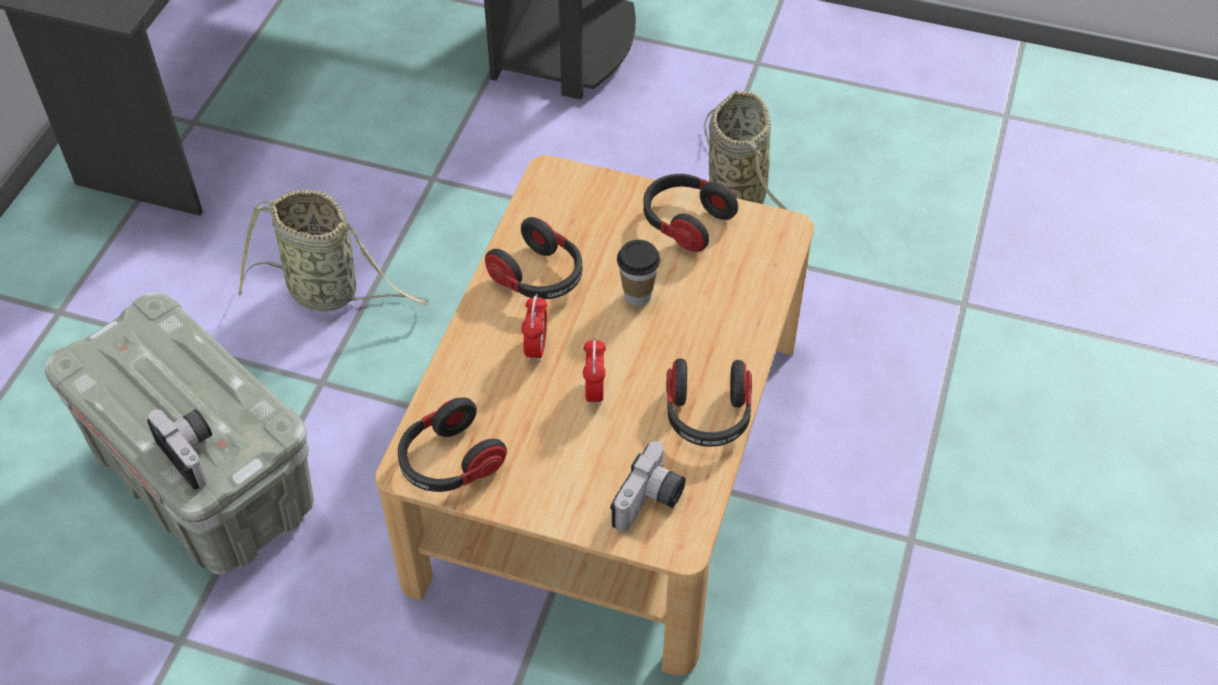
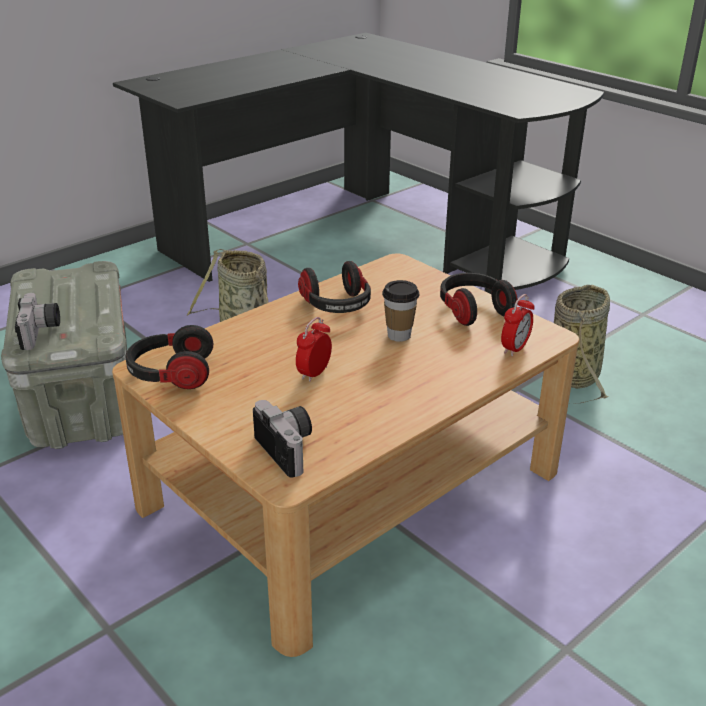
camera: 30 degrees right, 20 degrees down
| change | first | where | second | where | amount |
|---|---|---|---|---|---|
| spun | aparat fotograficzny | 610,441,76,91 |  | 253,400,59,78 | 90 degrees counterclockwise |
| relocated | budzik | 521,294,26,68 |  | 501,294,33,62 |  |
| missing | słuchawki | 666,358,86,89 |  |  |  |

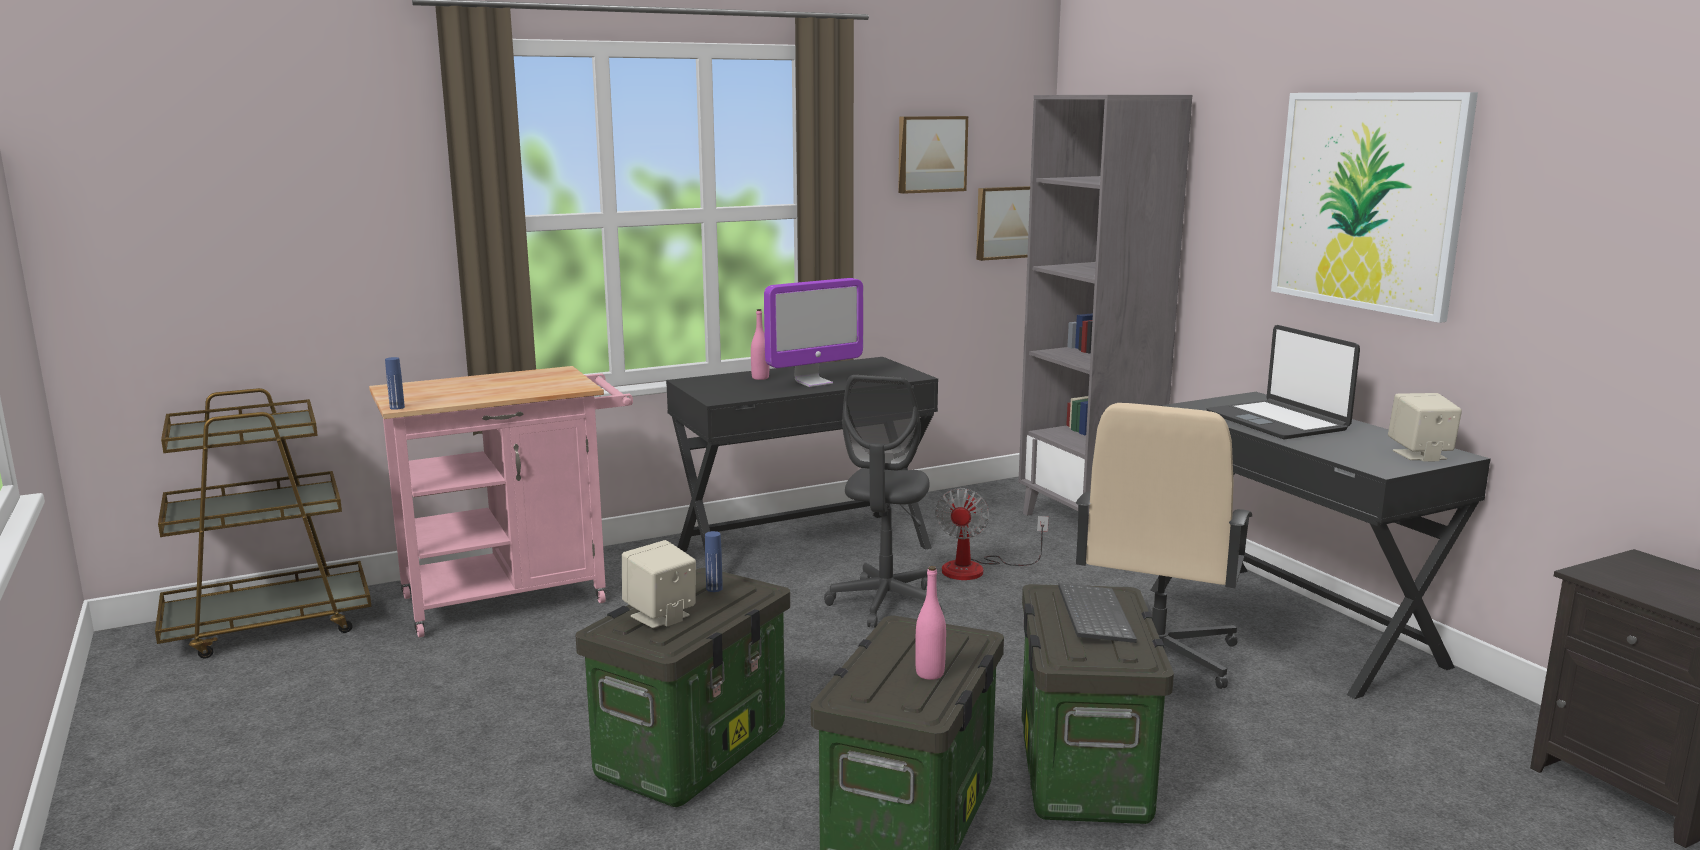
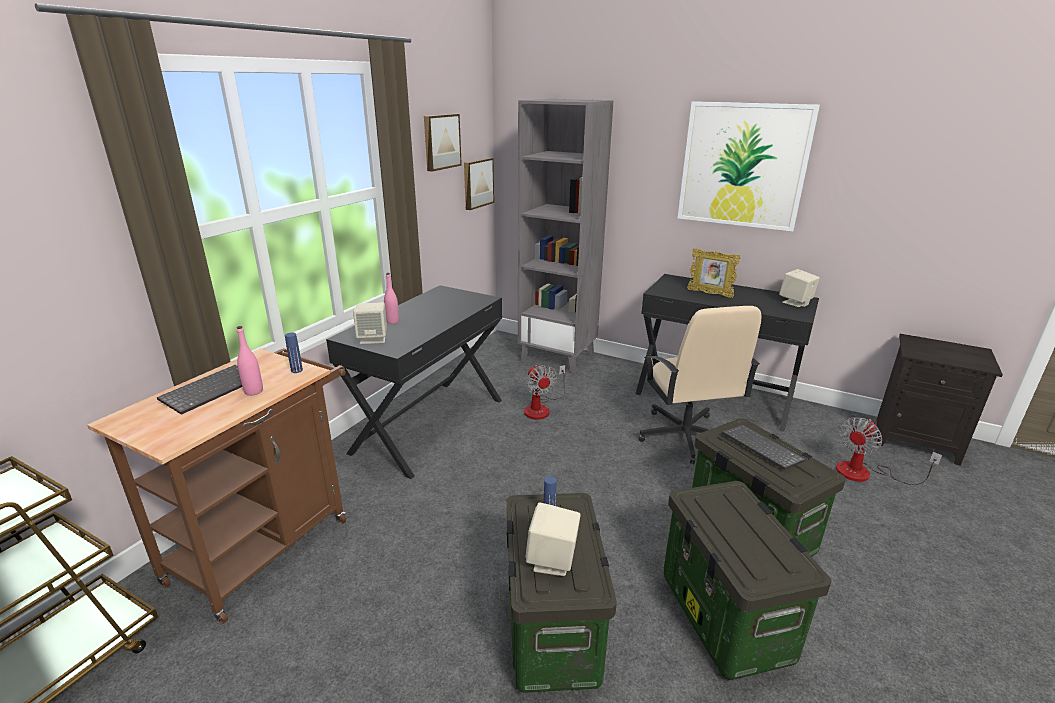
camera: 35 degrees left, 10 degrees up
| change | first | where | second | where | amount |
|---|---|---|---|---|---|
| colour | wózek [różowy] | 369,366,264,271 | wózek [brązowy] | 87,348,260,276 |  |
| appeared |  |  | klawiatura | 157,365,85,50 |  |
| relocated | butelka [różowy] | 915,566,31,114 |  | 237,326,26,70 |  |
| relocated | butelka [niebieski] | 385,357,20,53 |  | 285,333,18,40 |  |
| appeared |  |  | głośnik [beżowy] | 353,302,34,42 |  |
| exchanged | laptop | 1207,325,153,114 | ramka na zdjęcie | 687,248,54,50 |  |
| appeared |  |  | wentylator | 836,417,106,68 |  |
| missing | monitor | 764,278,99,109 |  |  |  |
| missing | krzesło biurowe [szary] | 824,375,118,253 |  |  |  |

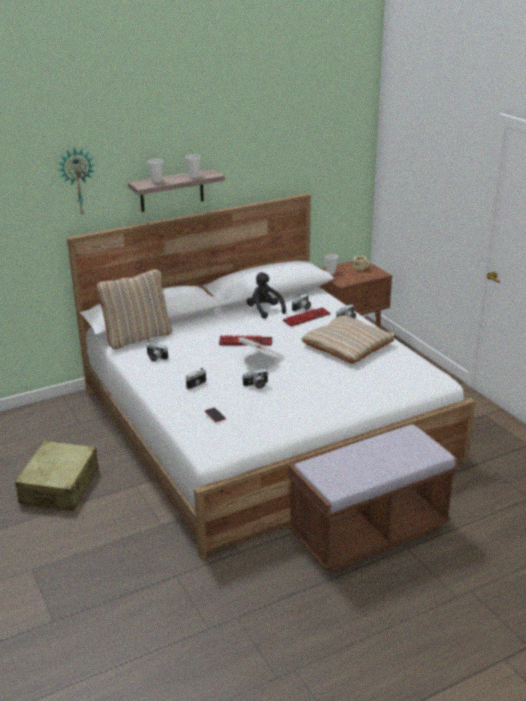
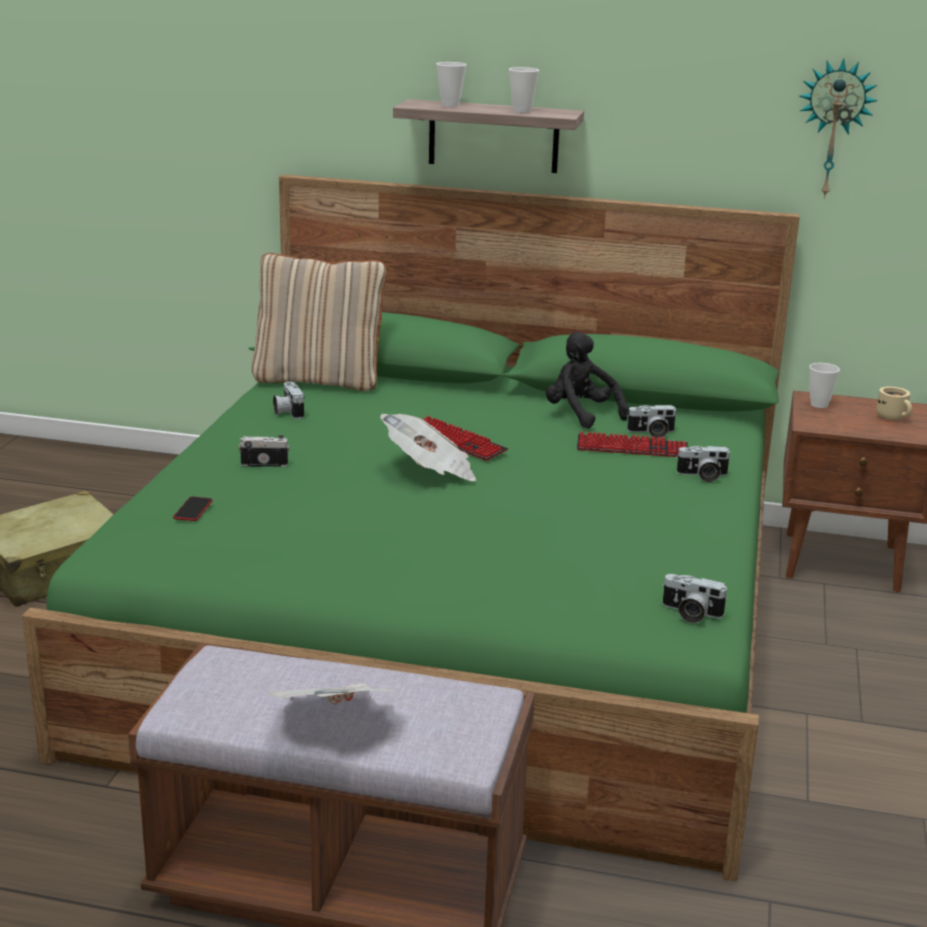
camera: 40 degrees right, 5 degrees down
| change | first | where | second | where | amount |
|---|---|---|---|---|---|
| colour | łóżko [biały] | 67,193,408,366 | łóżko [zielony] | 22,174,778,707 |  |
| appeared |  |  | gazeta | 268,683,131,21 |  |
| spun | pluszak [czarny] | 247,272,39,47 |  | 546,331,83,97 | 45 degrees counterclockwise |
| relocated | aparat fotograficzny | 242,369,26,20 |  | 662,574,66,49 |  |
| relocated | zegar ścienny | 58,147,38,70 |  | 799,58,79,141 |  |
| missing | poduszka [beżowy] | 302,315,92,49 |  |  |  |

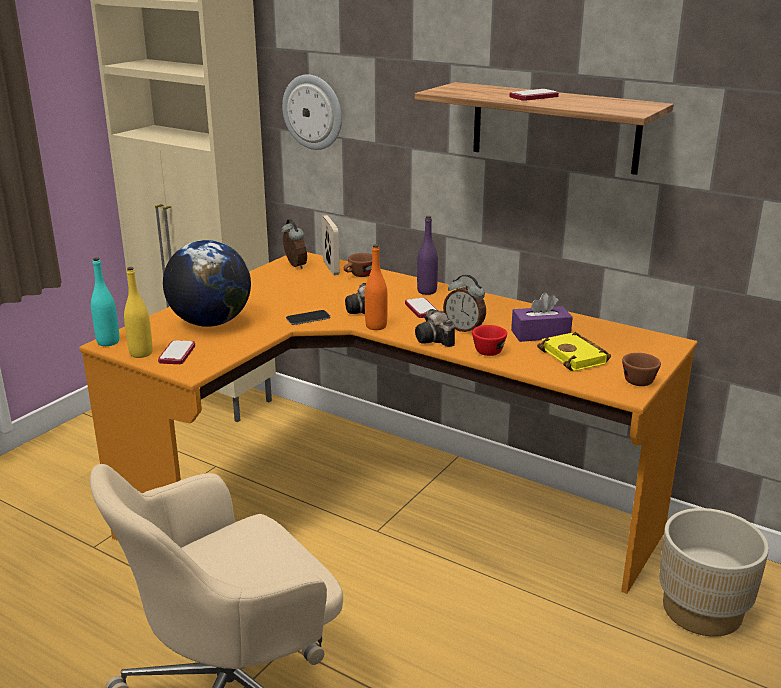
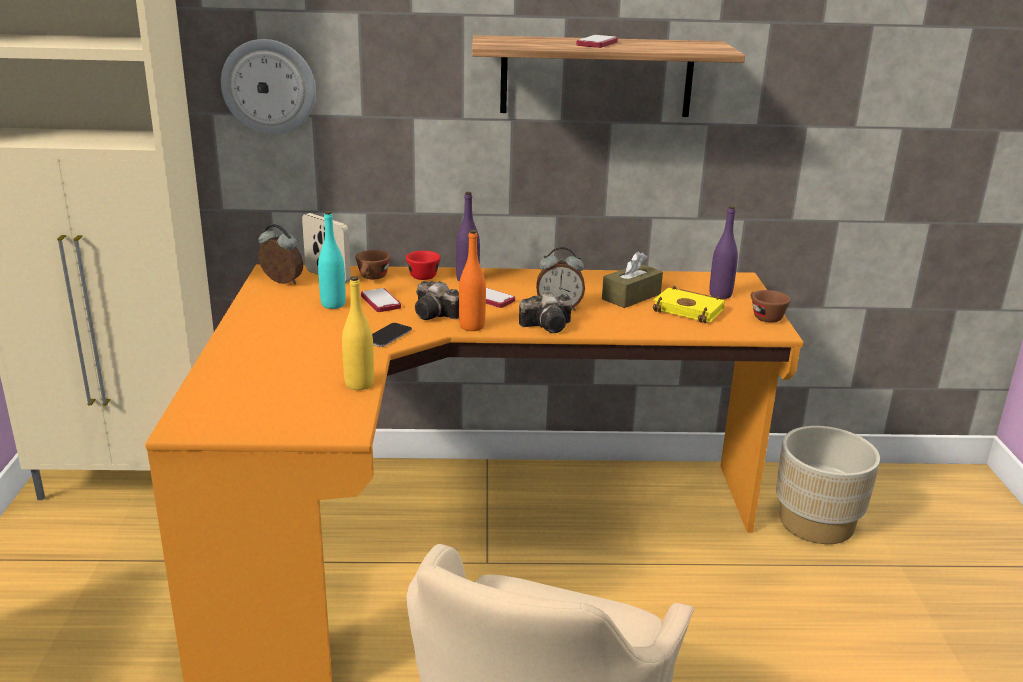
camera: 35 degrees left, 0 degrees up
| change | first | where | second | where | amount |
|---|---|---|---|---|---|
| relocated | butelka [turkusowy] | 91,257,28,89 |  | 318,211,28,98 |  |
| relocated | butelka [żółty] | 124,267,29,91 |  | 342,276,32,114 |  |
| relocated | telefon | 158,340,37,24 |  | 361,288,40,24 |  |
| relocated | filiżanka [czerwony] | 472,325,35,31 |  | 406,251,34,29 |  |
| spun | aparat fotograficzny | 415,309,40,38 |  | 519,292,53,41 | 45 degrees counterclockwise |
| colour | pudełko chusteczek [fioletowy] | 511,293,62,49 | pudełko chusteczek [brązowy] | 602,251,61,57 |  |
| appeared |  |  | butelka [fioletowy] | 709,206,29,93 |  |
| missing | globus | 163,240,88,87 |  |  |  |

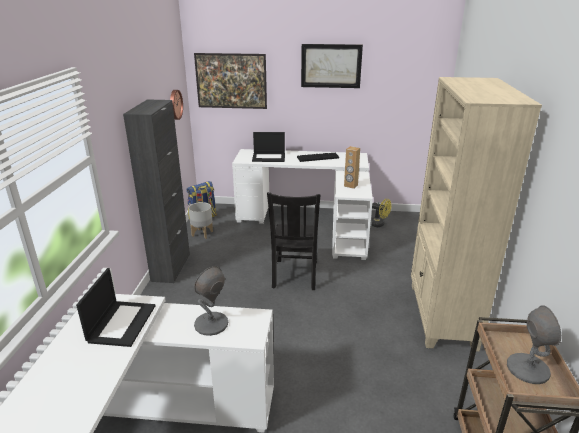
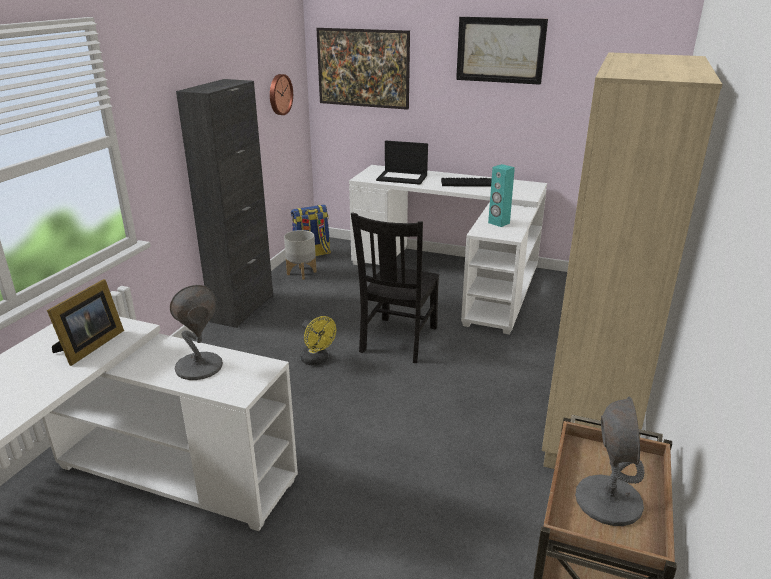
camera: 15 degrees right, 0 degrees up
| change | first | where | second | where | amount |
|---|---|---|---|---|---|
| exchanged | laptop | 76,268,79,79 | ramka na zdjęcie | 47,279,77,87 |  |
| relocated | wentylator [żółty] | 370,199,21,28 |  | 300,316,36,49 |  |
| colour | głośnik [brązowy] | 344,146,16,43 | głośnik [turkusowy] | 488,164,27,63 |  |

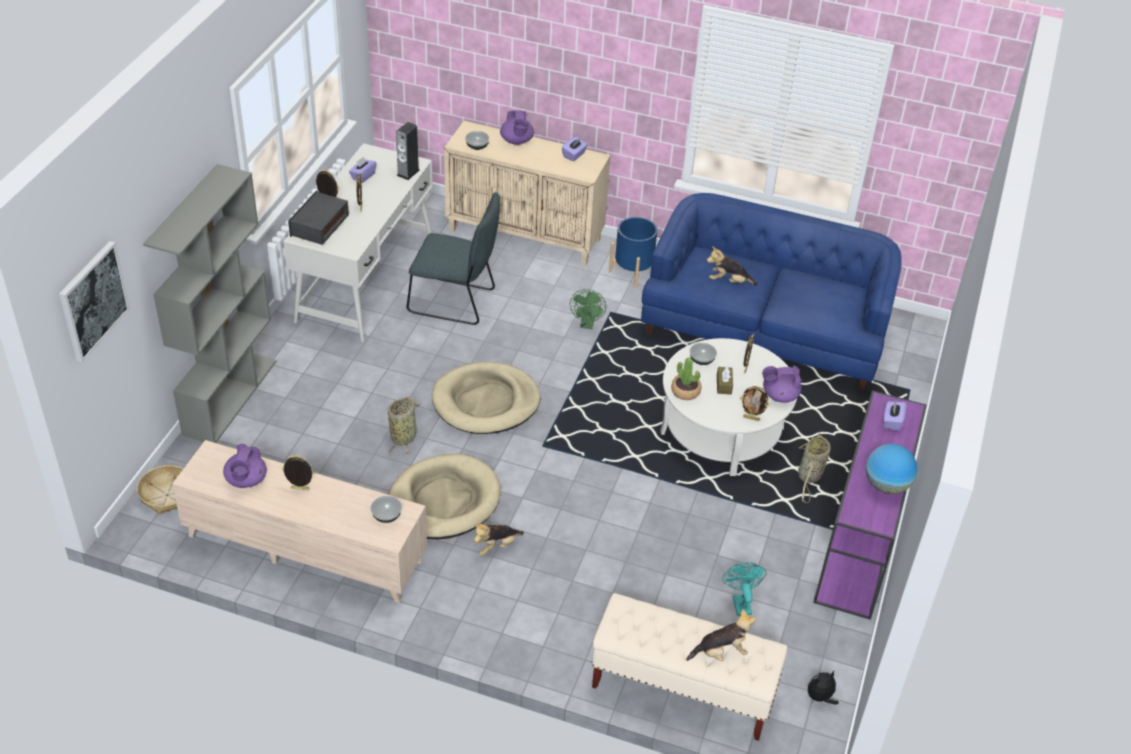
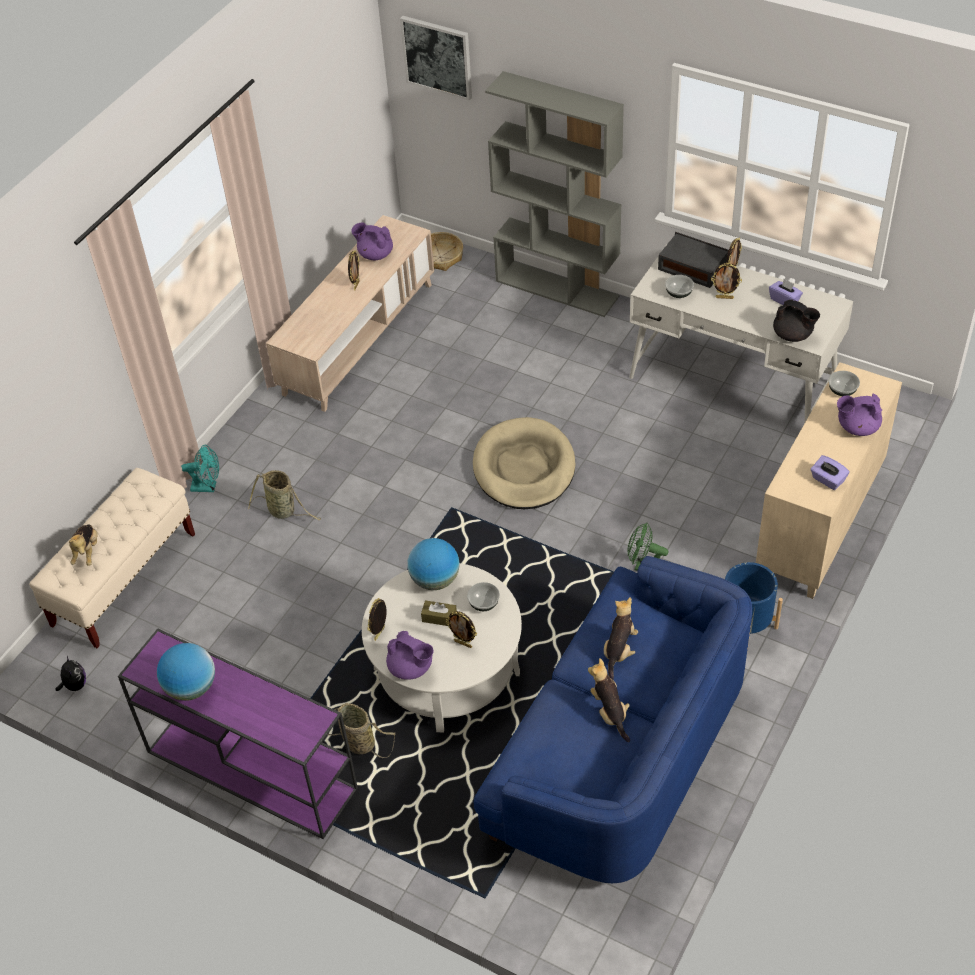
camera: 105 degrees right, 5 degrees up
| change | first | where | second | where | amount |
|---|---|---|---|---|---|
| relocated | wentylator [turkusowy] | 722,562,45,54 |  | 181,445,38,47 |  |
| relocated | koszyk | 388,397,33,59 |  | 248,470,73,50 |  |
| spun | imbryk [fioletowy] | 762,366,39,37 |  | 386,631,48,49 | 120 degrees clockwise |
| exchanged | roślina doniczkowa | 671,358,31,42 | globus | 407,538,52,52 |  |
| relocated | pluszak | 474,524,50,32 |  | 588,658,42,84 |  |
| relocated | miska | 371,496,31,27 |  | 665,275,29,23 |  |
| exchanged | głośnik | 396,122,24,58 | imbryk [czarny] | 773,299,47,43 |  |
| missing | legowisko [beżowy] | 388,454,113,85 |  |  |  |
| missing | krzesło [szary] | 407,192,93,133 |  |  |  |
| missing | pudełko chusteczek [fioletowy] | 884,401,23,30 |  |  |  |

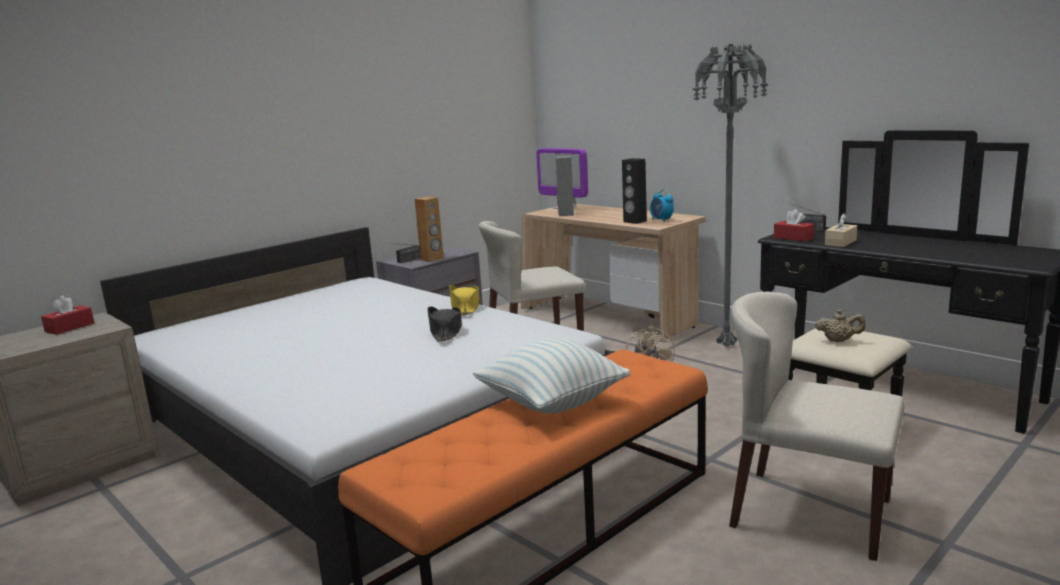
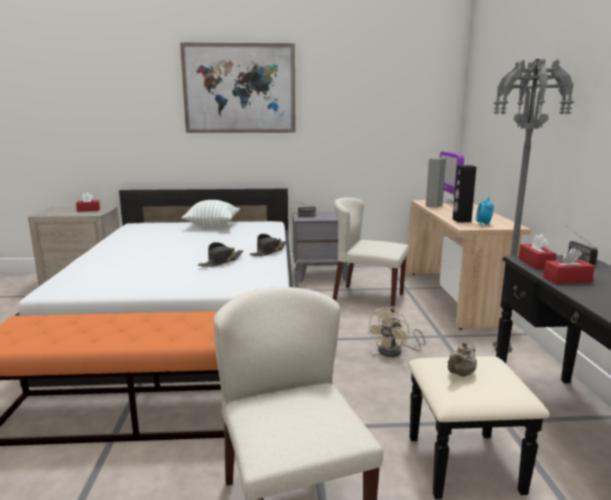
camera: 40 degrees right, 0 degrees up
| change | first | where | second | where | amount |
|---|---|---|---|---|---|
| appeared |  |  | obraz | 180,42,115,91 |  |
| relocated | poduszka | 473,339,158,74 |  | 182,200,58,28 |  |
| colour | kapelusz [żółty] | 449,285,31,30 | kapelusz [czarny] | 250,234,37,22 |  |
| spun | imbryk [beżowy] | 815,309,51,33 |  | 448,342,29,35 | 75 degrees clockwise |
| colour | pudełko chusteczek [beżowy] | 825,213,32,34 | pudełko chusteczek [czerwony] | 543,247,52,37 |  |
| missing | głośnik [brązowy] | 415,196,29,66 |  |  |  |

